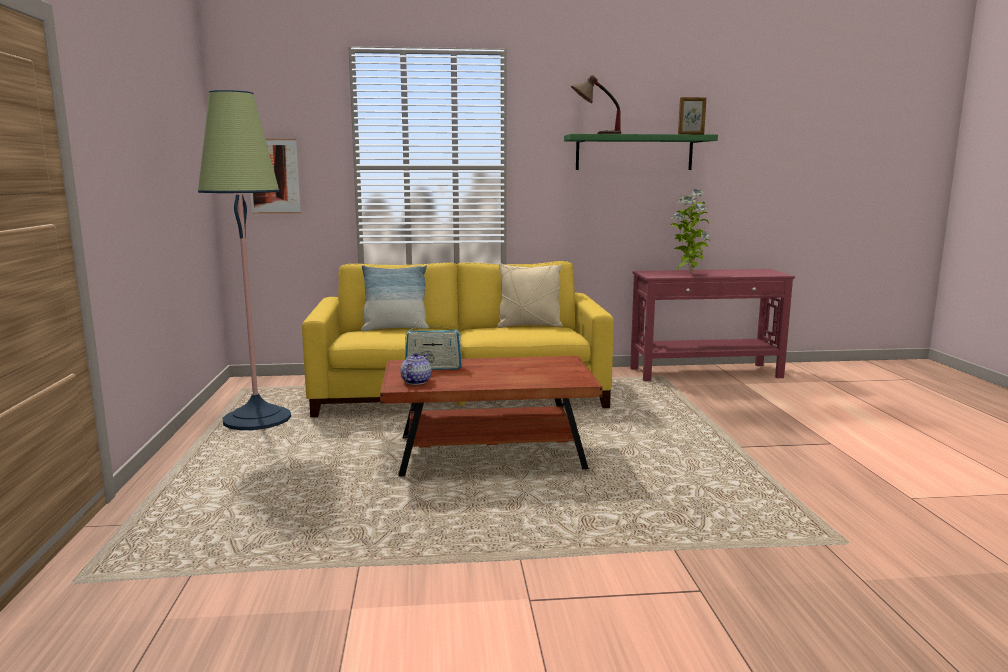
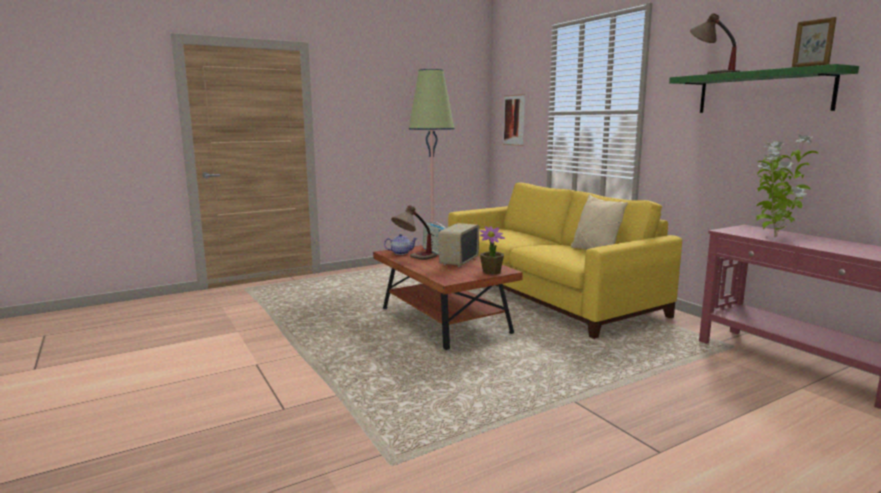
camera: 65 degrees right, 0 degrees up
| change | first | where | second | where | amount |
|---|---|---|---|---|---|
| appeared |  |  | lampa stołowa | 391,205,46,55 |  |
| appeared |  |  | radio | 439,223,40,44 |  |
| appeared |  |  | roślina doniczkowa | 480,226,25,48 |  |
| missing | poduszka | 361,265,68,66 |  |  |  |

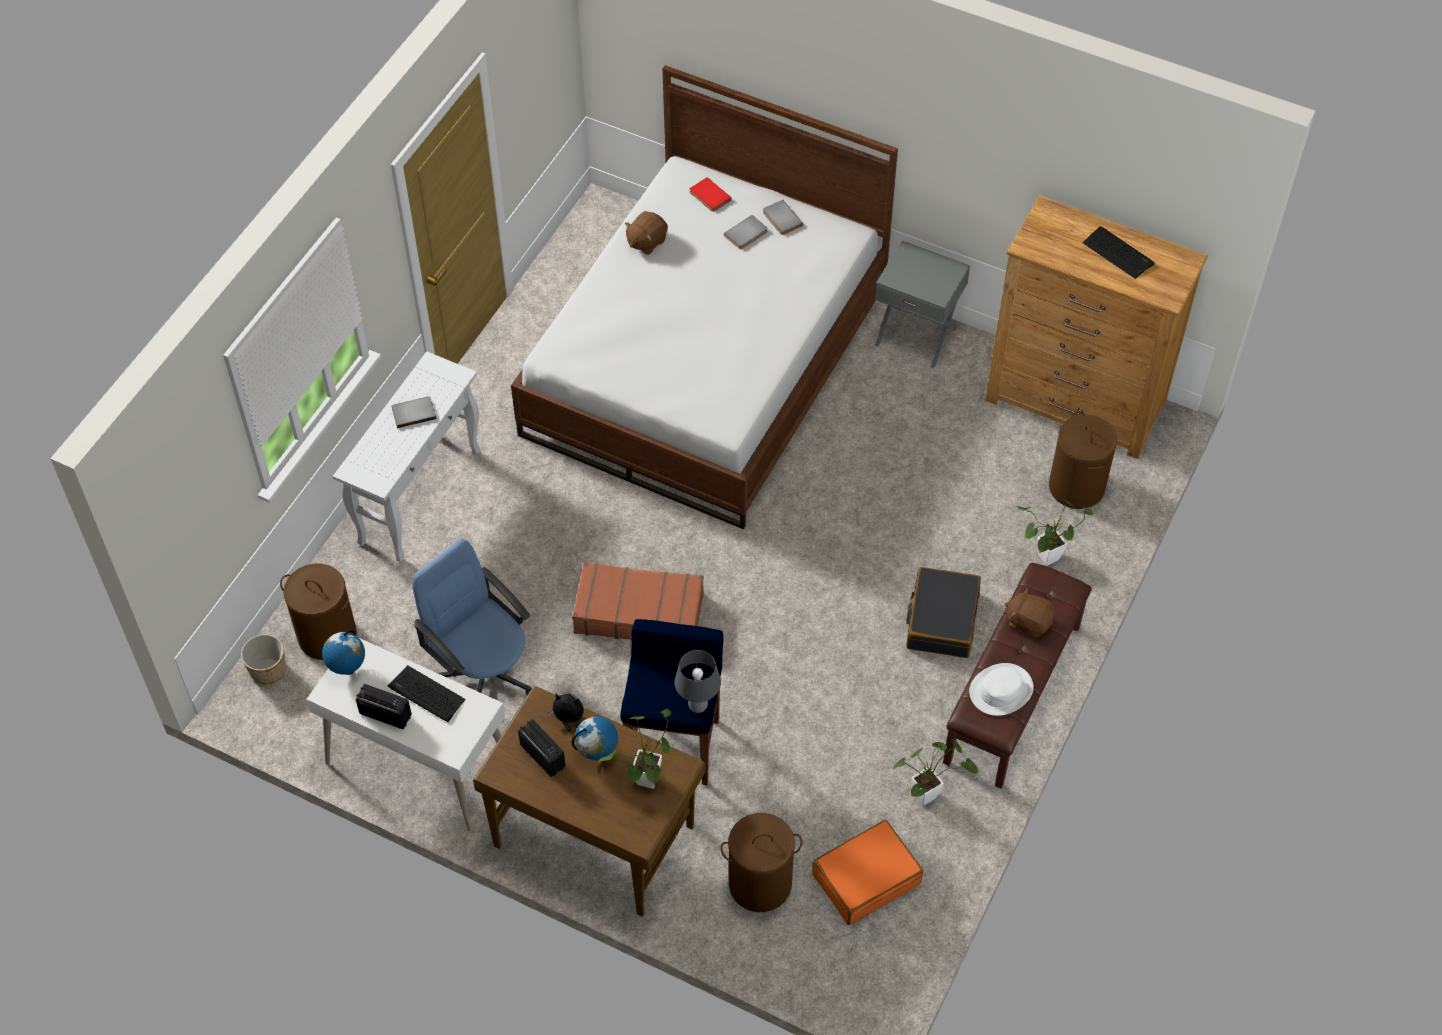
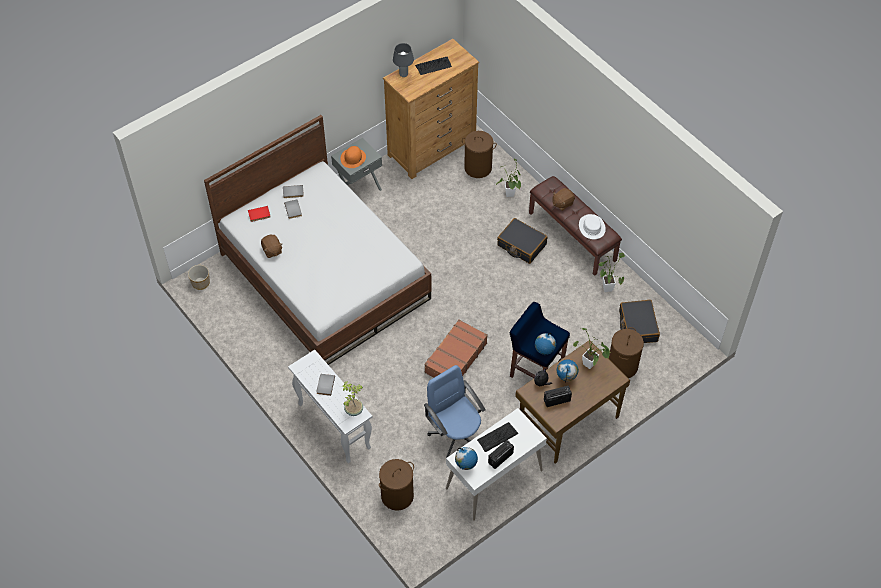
camera: 65 degrees left, 0 degrees up
| change | first | where | second | where | amount |
|---|---|---|---|---|---|
| relocated | donica | 241,634,45,51 |  | 188,265,22,25 |  |
| appeared |  |  | kapelusz [pomarańczowy] | 341,146,25,22 |  |
| appeared |  |  | roślina doniczkowa | 342,381,21,35 |  |
| relocated | lampa stołowa [szary] | 675,650,46,63 |  | 393,43,21,34 |  |
| spun | krzesło biurowe [niebieski] | 412,539,120,156 |  | 424,365,61,93 | 75 degrees clockwise |
| appeared |  |  | globus | 535,333,21,22 |  |
| colour | walizka [pomarańczowy] | 812,820,111,105 | walizka [czarny] | 619,300,41,43 |  |

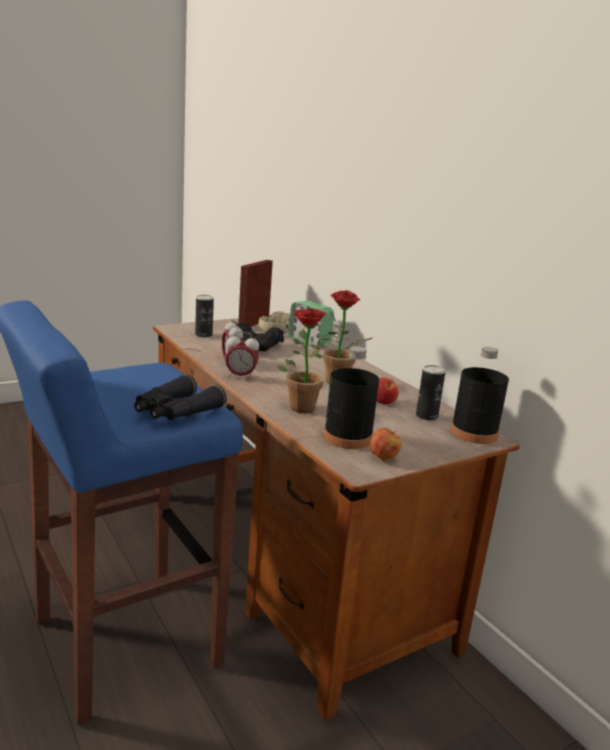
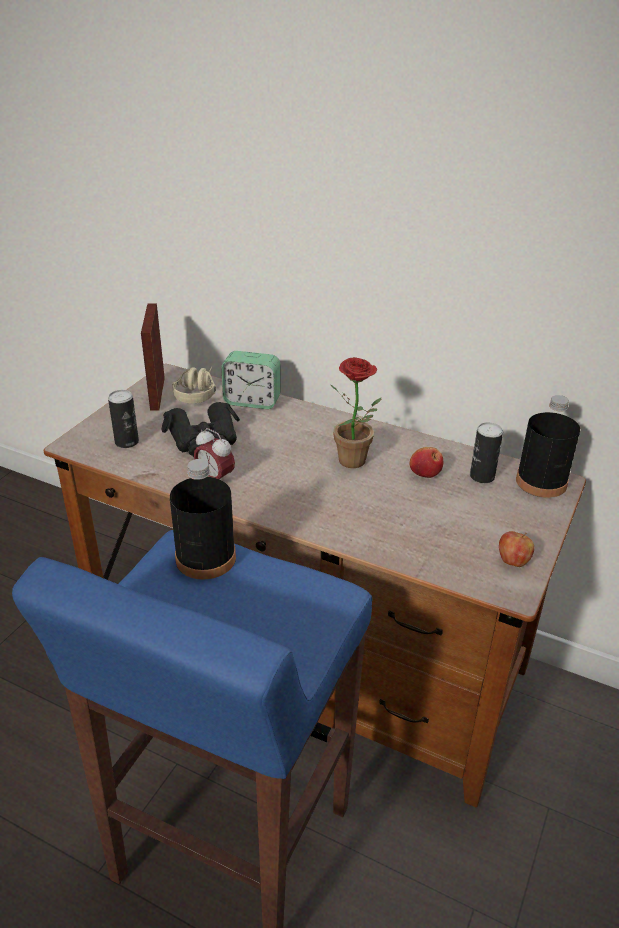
camera: 30 degrees left, 15 degrees up
| change | first | where | second | where | amount |
|---|---|---|---|---|---|
| relocated | butelka [czarny] | 324,346,55,103 |  | 170,459,66,121 |  |
| missing | lornetka [czarny] | 134,374,93,46 |  |  |  |
| missing | budzik | 225,332,34,48 |  |  |  |
| missing | roślina doniczkowa | 277,308,54,105 |  |  |  |

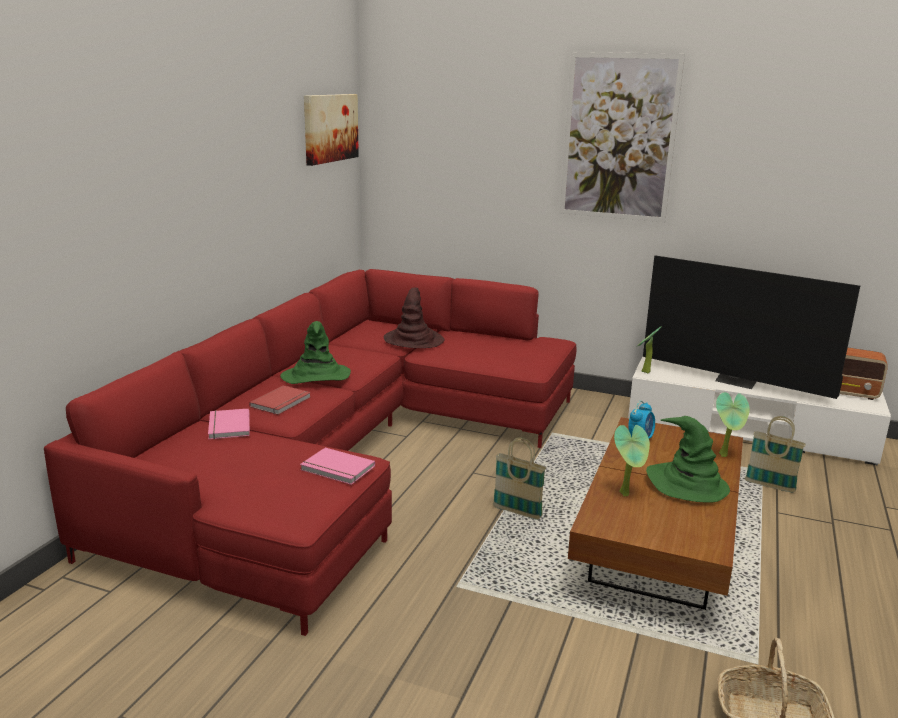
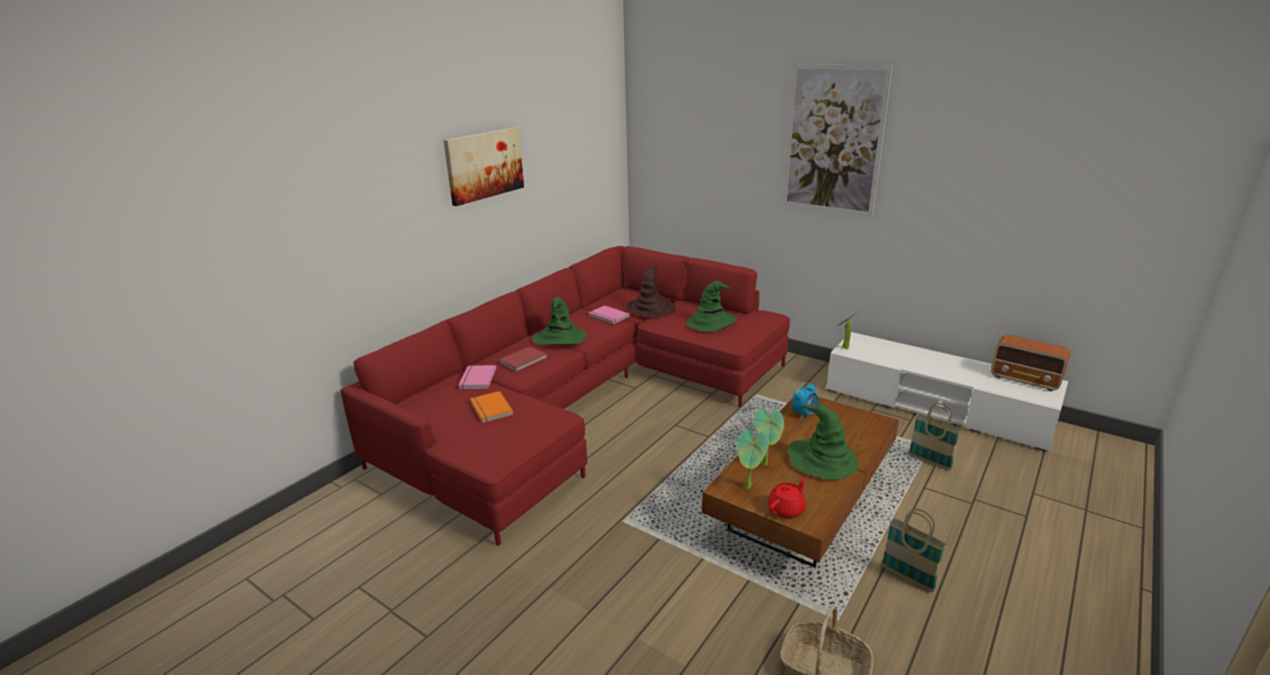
camera: 15 degrees right, 5 degrees up
| change | first | where | second | where | amount |
|---|---|---|---|---|---|
| relocated | obraz | 304,94,55,72 |  | 444,127,80,79 |  |
| appeared |  |  | książka [pomarańczowy] | 470,391,44,32 |  |
| relocated | książka [różowy] | 300,448,75,37 |  | 588,305,42,19 |  |
| appeared |  |  | kapelusz [zielony] | 686,281,51,51 |  |
| relocated | roślina doniczkowa | 716,392,34,65 |  | 737,429,31,61 |  |
| appeared |  |  | imbryk [czerwony] | 768,477,39,41 |  |
| relocated | koszyk | 493,437,53,83 |  | 881,509,65,83 |  |
| missing | telewizor | 643,255,217,144 |  |  |  |

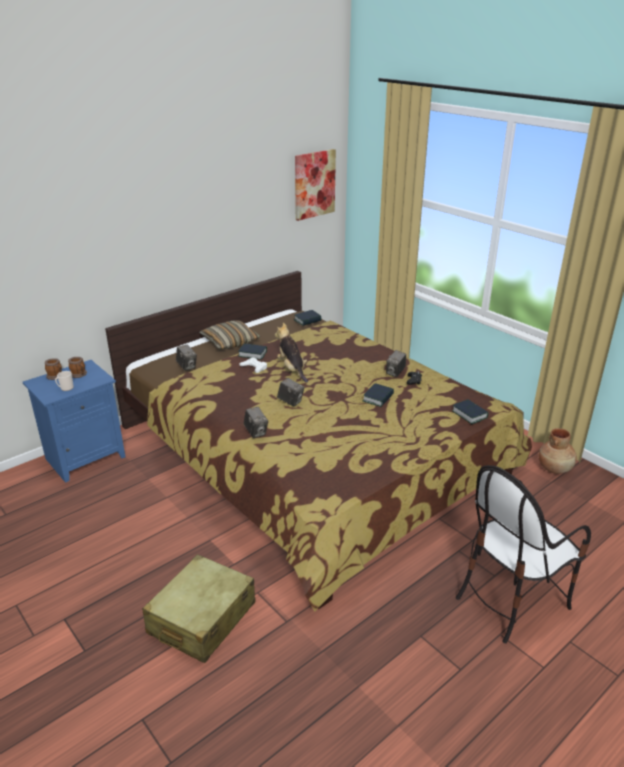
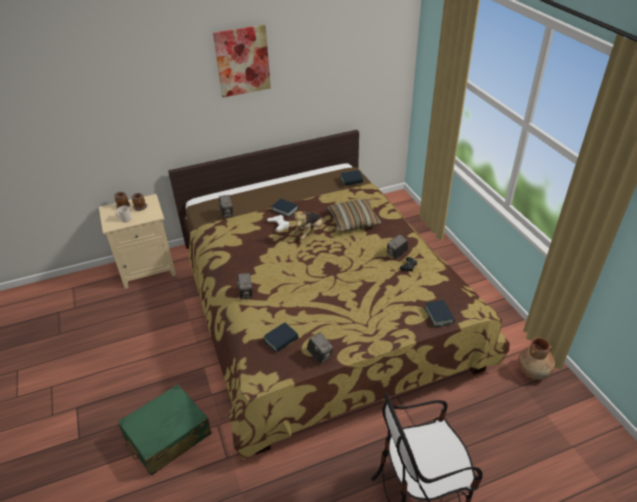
camera: 20 degrees right, 10 degrees up
| change | first | where | second | where | amount |
|---|---|---|---|---|---|
| colour | szafka nocna [niebieski] | 23,360,102,123 | szafka nocna [beżowy] | 99,194,77,95 |  |
| colour | walizka [beżowy] | 142,554,114,109 | walizka [zielony] | 118,384,94,92 |  |
| relocated | obraz | 295,149,41,72 |  | 213,25,58,72 |  |
| relocated | książka | 363,383,31,24 |  | 264,323,35,30 |  |
| spun | pluszak | 275,323,33,60 |  | 292,211,32,29 | 135 degrees counterclockwise |
| relocated | aparat fotograficzny | 277,378,28,28 |  | 307,332,27,32 |  |
| relocated | poduszka | 199,320,61,30 |  | 327,199,54,33 |  |

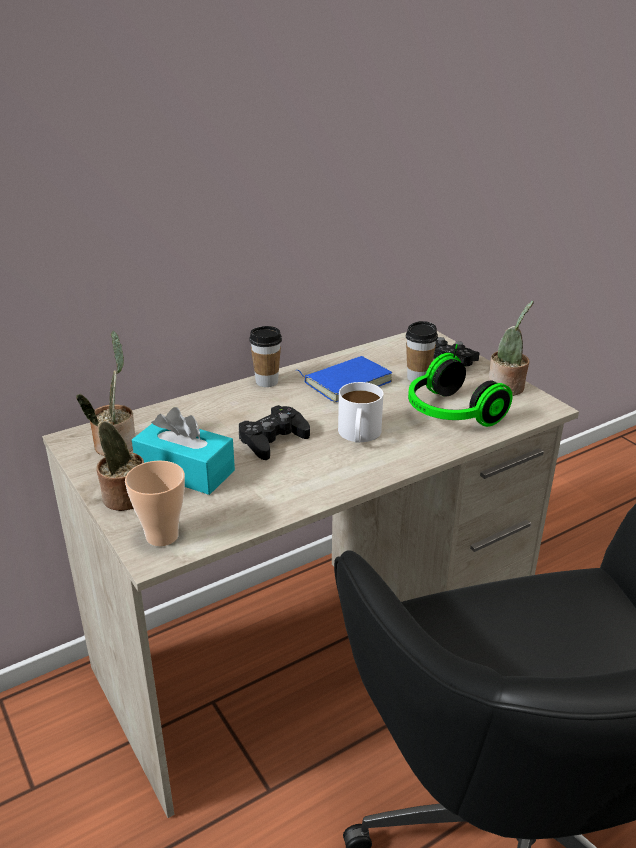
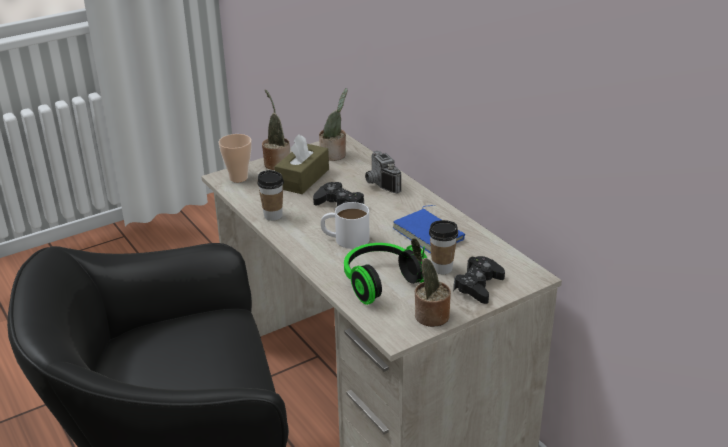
camera: 90 degrees right, 0 degrees up
| change | first | where | second | where | amount |
|---|---|---|---|---|---|
| relocated | filiżanka | 249,326,33,61 |  | 257,170,27,51 |  |
| colour | pudełko chusteczek [turkusowy] | 132,407,103,88 | pudełko chusteczek [brązowy] | 274,135,55,59 |  |
| appeared |  |  | aparat fotograficzny | 365,151,36,43 |  |

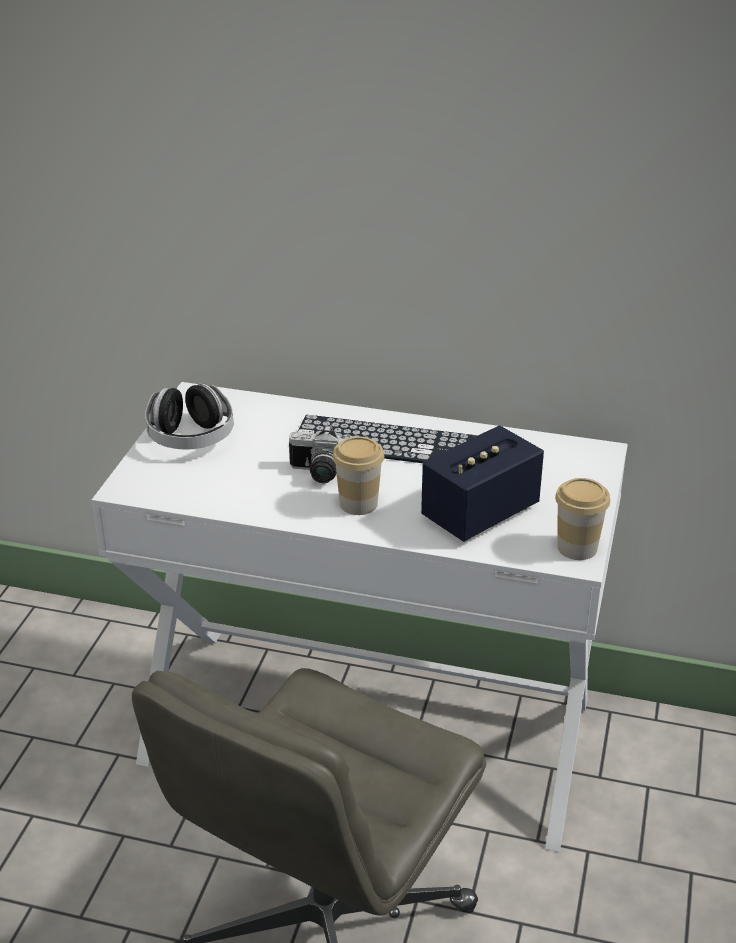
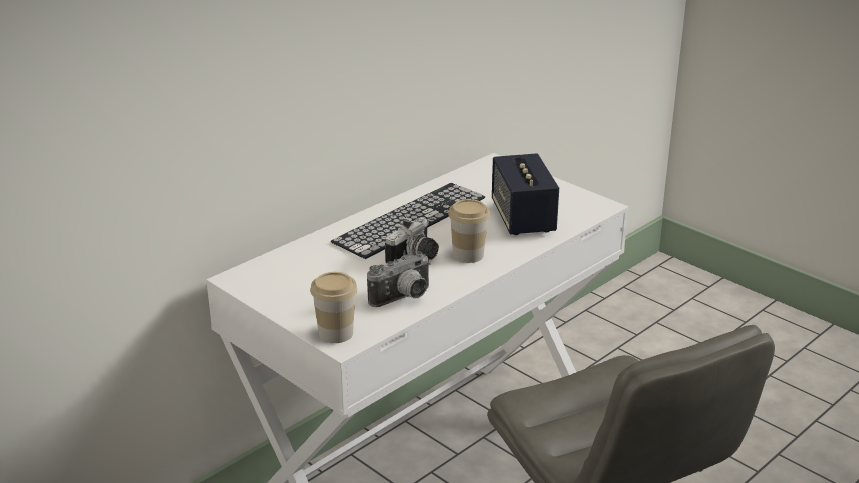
camera: 60 degrees left, 5 degrees down
| change | first | where | second | where | amount |
|---|---|---|---|---|---|
| relocated | filiżanka | 555,478,55,82 |  | 310,272,47,71 |  |
| appeared |  |  | aparat fotograficzny | 367,251,64,56 |  |
| missing | słuchawki | 145,383,89,66 |  |  |  |

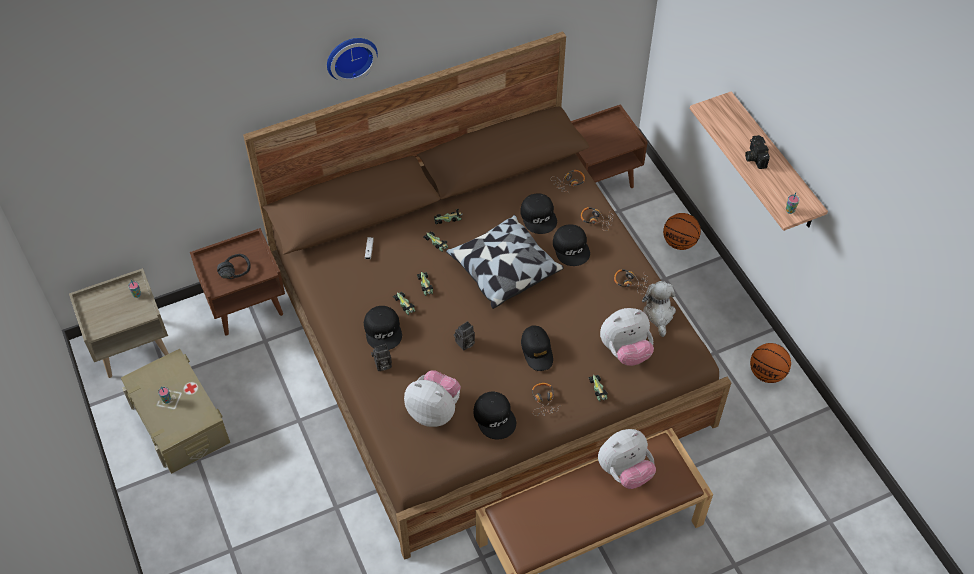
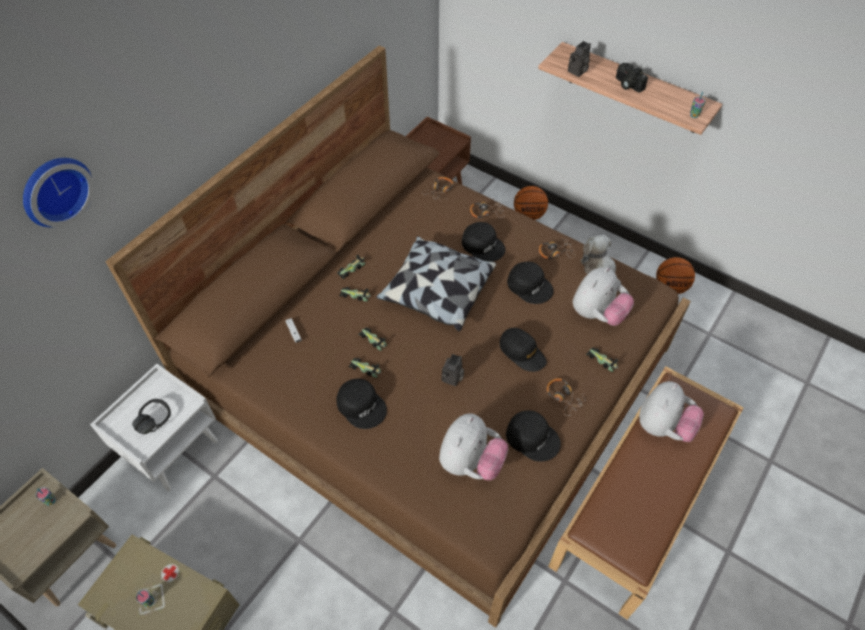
camera: 30 degrees left, 0 degrees up
| change | first | where | second | where | amount |
|---|---|---|---|---|---|
| relocated | zegar ścienny | 327,38,51,44 |  | 23,158,71,69 |  |
| colour | szafka nocna [brązowy] | 190,228,95,108 | szafka nocna [biały] | 90,364,128,128 |  |
| spun | pluszak | 404,370,57,57 |  | 439,413,69,67 | 120 degrees clockwise |
| relocated | czapka z daszkiem [czarny] | 520,193,37,41 |  | 507,262,47,42 |  |
| relocated | aparat fotograficzny | 371,344,21,27 |  | 568,41,23,36 |  |

